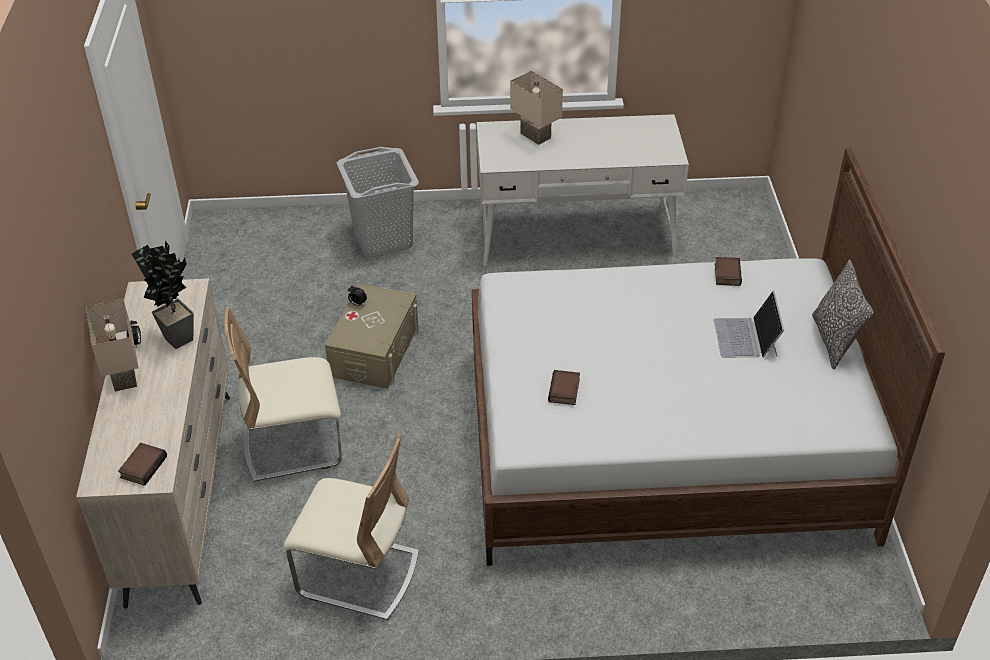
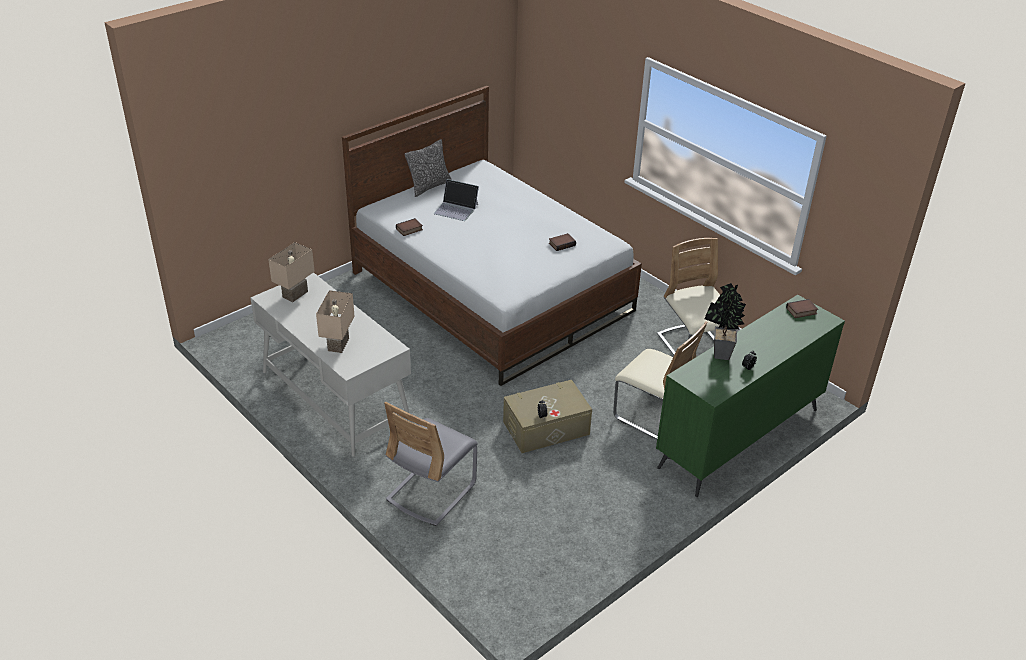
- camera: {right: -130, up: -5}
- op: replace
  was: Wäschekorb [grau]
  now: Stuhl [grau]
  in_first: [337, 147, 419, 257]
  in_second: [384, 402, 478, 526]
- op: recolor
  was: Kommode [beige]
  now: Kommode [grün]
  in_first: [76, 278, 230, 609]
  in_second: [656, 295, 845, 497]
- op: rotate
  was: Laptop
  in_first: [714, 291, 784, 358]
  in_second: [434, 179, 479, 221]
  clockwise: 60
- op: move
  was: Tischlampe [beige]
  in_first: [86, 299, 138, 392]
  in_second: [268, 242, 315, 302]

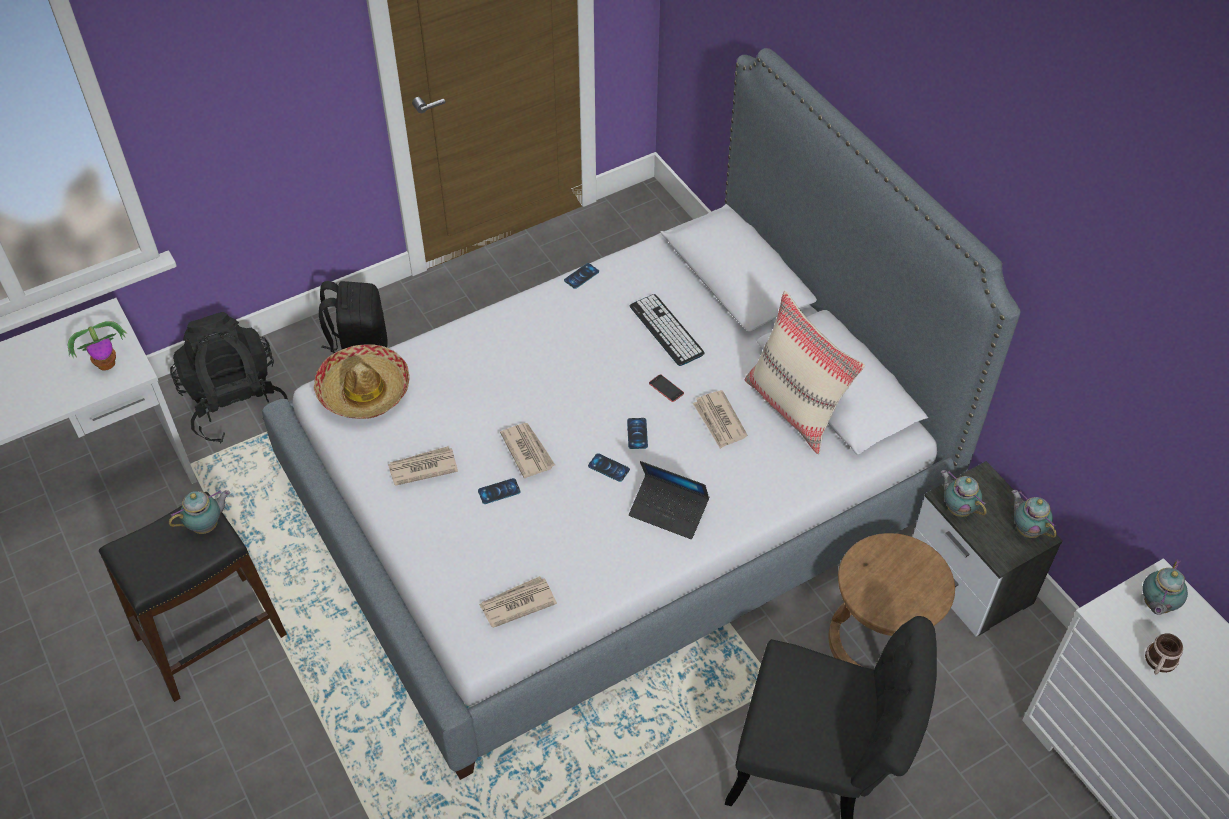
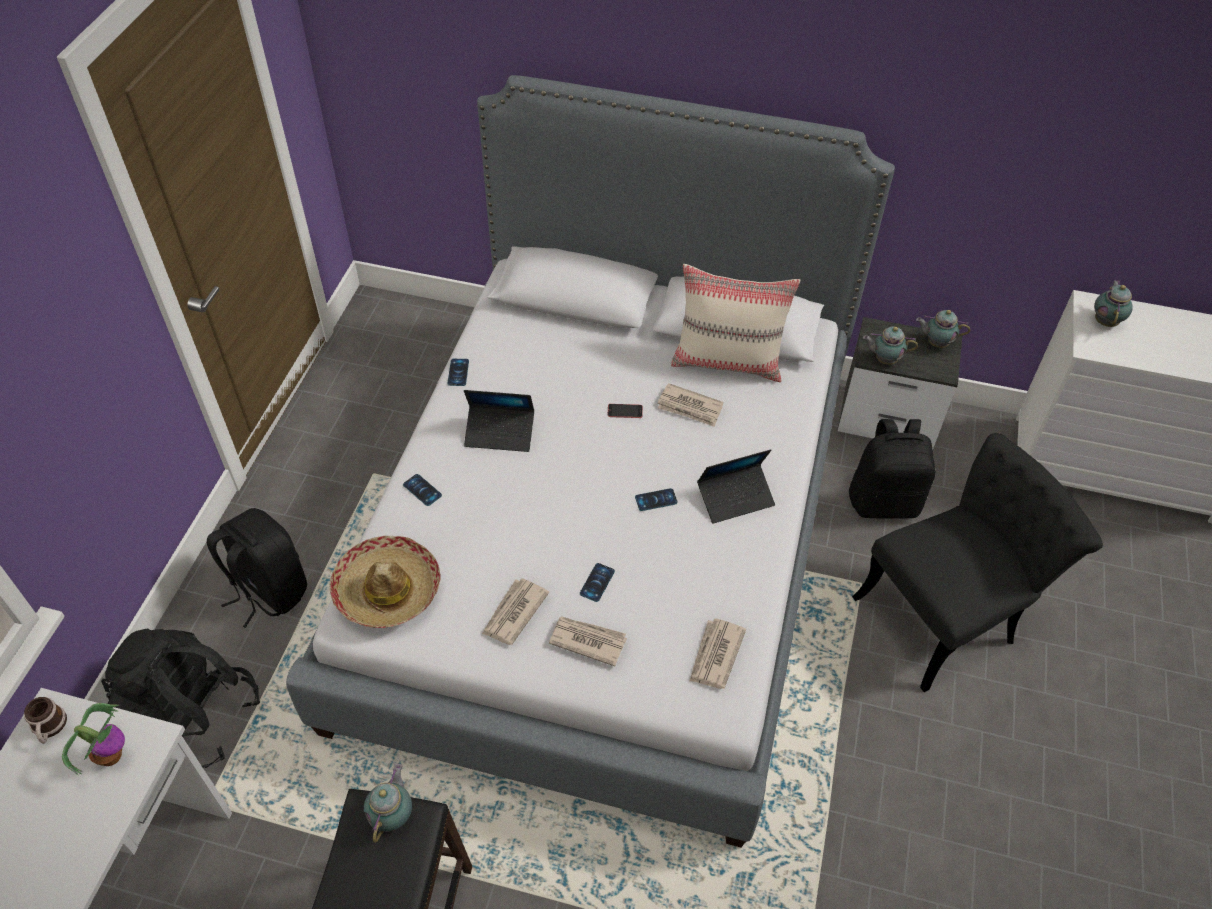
- camera: {right: -45, up: 0}
- op: delete
  was: Tastatur
  in_first: [630, 294, 705, 366]
- op: move
  was: Handy
  in_first: [627, 418, 648, 449]
  in_second: [403, 474, 442, 506]
- op: move
  was: Zeitung
  in_first: [500, 423, 555, 478]
  in_second: [549, 617, 627, 666]
- op: replace
  was: Hocker [braun]
  now: Rucksack [schwarz]
  in_first: [828, 533, 955, 667]
  in_second: [849, 419, 936, 519]
- op: rotate
  was: Teekanne
  in_first: [1143, 560, 1188, 615]
  in_second: [1094, 280, 1133, 327]
  clockwise: -150
- op: move
  was: Henkelbecher
  in_first: [1145, 633, 1183, 674]
  in_second: [24, 697, 67, 744]
- op: insert
  now: Laptop
  in_second: [464, 390, 534, 452]

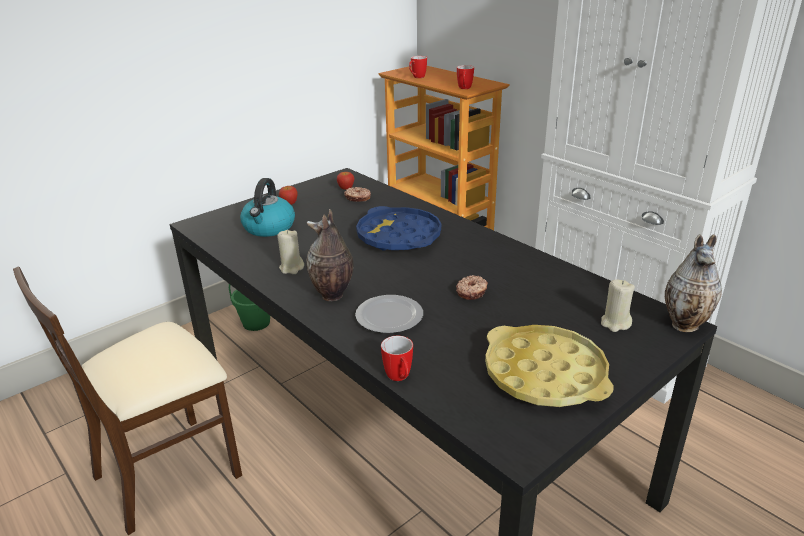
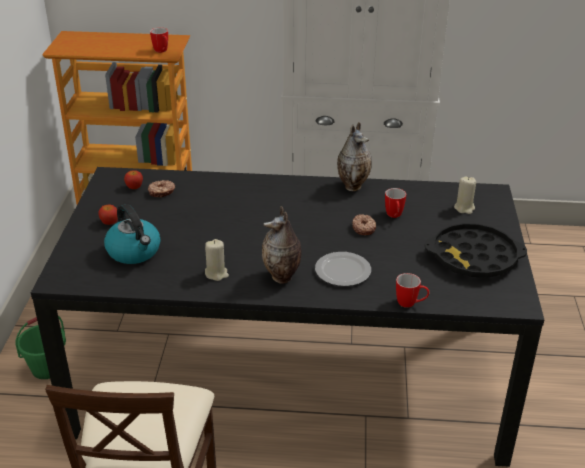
- camera: {right: -45, up: 5}
- op: move
  was: Henkelbecher
  in_first: [409, 56, 427, 78]
  in_second: [385, 188, 406, 218]
- op: delete
  was: Tablett [blau]
  in_first: [356, 206, 441, 251]
- op: move
  was: Vase
  in_first: [665, 234, 722, 332]
  in_second: [337, 122, 372, 191]
- op: recolor
  was: Tablett [gelb]
  now: Tablett [schwarz]
  in_first: [485, 325, 614, 407]
  in_second: [425, 223, 527, 278]

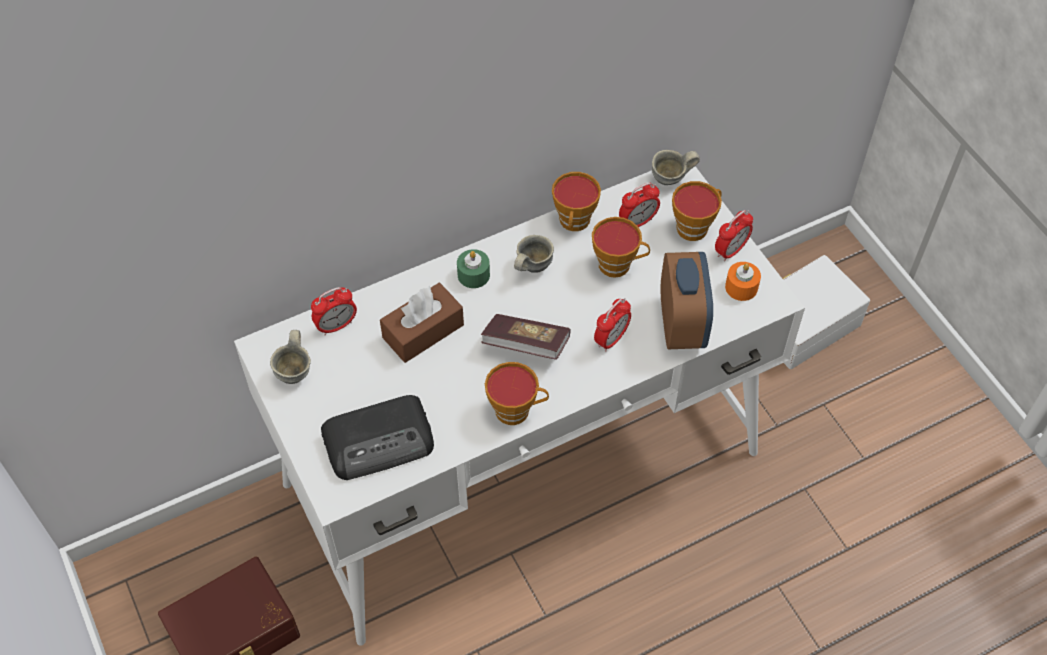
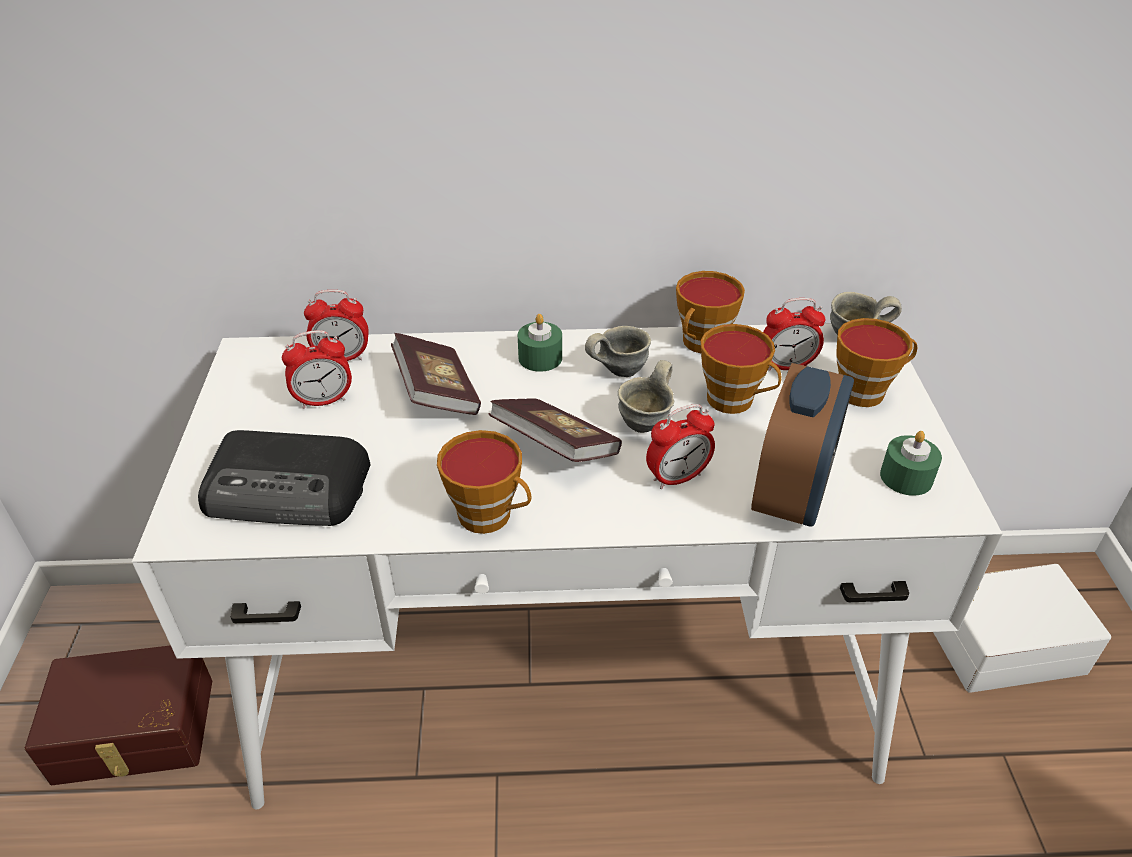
- camera: {right: 25, up: -15}
- op: move
  was: Wecker
  in_first: [715, 210, 753, 262]
  in_second: [282, 330, 352, 409]
- op: recolor
  was: Kerze [orange]
  now: Kerze [grün]
  in_first: [725, 262, 761, 301]
  in_second: [880, 431, 942, 496]
- op: replace
  was: Taschentuchbox [braun]
  now: Buch
  in_first: [380, 283, 464, 363]
  in_second: [391, 333, 481, 415]
- op: move
  was: Henkelbecher [grau]
  in_first: [270, 330, 311, 384]
  in_second: [618, 360, 674, 433]

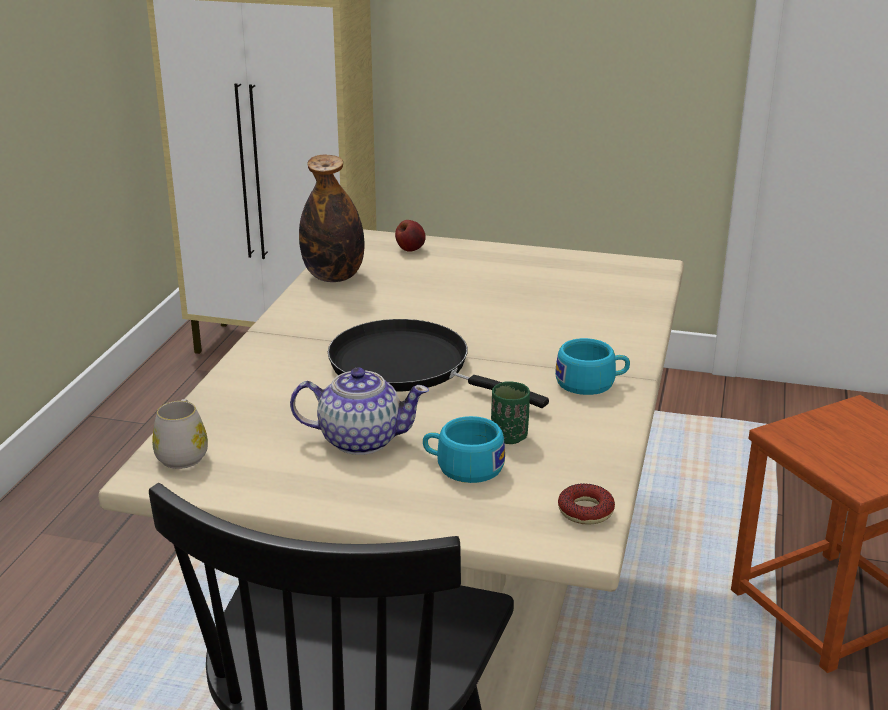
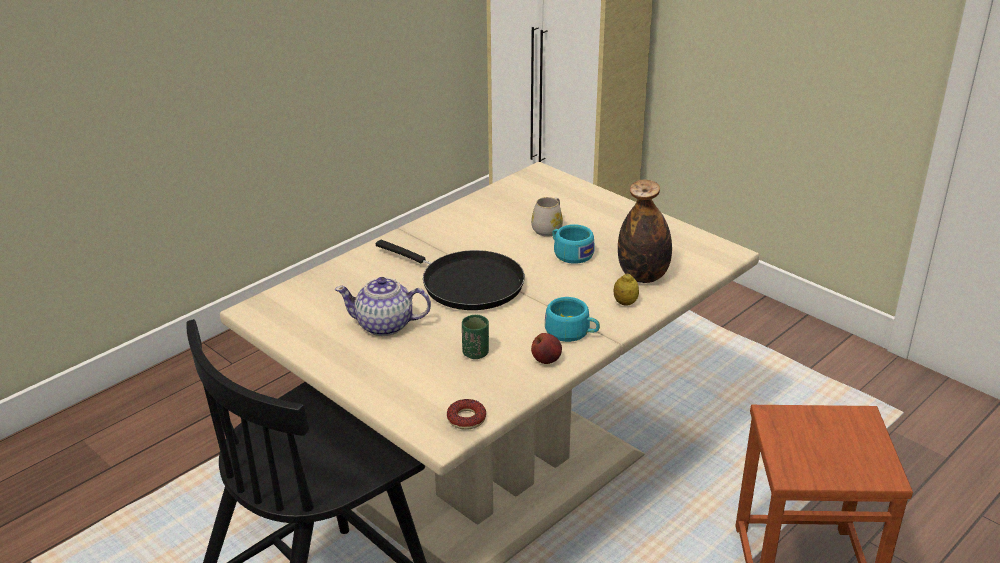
- camera: {right: 30, up: 5}
- op: move
  was: Flasche
  in_first: [299, 155, 364, 282]
  in_second: [618, 180, 672, 283]
- op: move
  was: Apfel
  in_first: [395, 220, 426, 252]
  in_second: [531, 333, 562, 364]
- op: rotate
  was: Pfanne [schwarz]
  in_first: [328, 319, 549, 408]
  in_second: [376, 240, 525, 310]
  clockwise: 150
- op: rotate
  was: Teekanne
  in_first: [290, 368, 429, 455]
  in_second: [335, 277, 431, 336]
  clockwise: 150
- op: move
  was: Henkelbecher [weiß]
  in_first: [152, 399, 208, 469]
  in_second: [531, 197, 563, 237]
- op: move
  was: Tasse [türkis]
  in_first: [423, 416, 505, 483]
  in_second: [552, 224, 595, 264]
- op: insert
  now: Zitrone
  in_second: [614, 274, 639, 306]

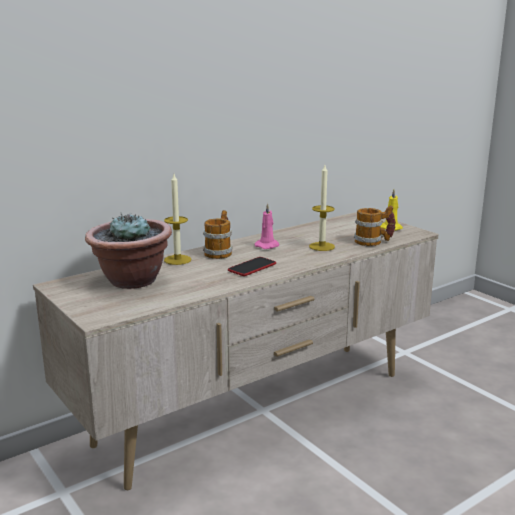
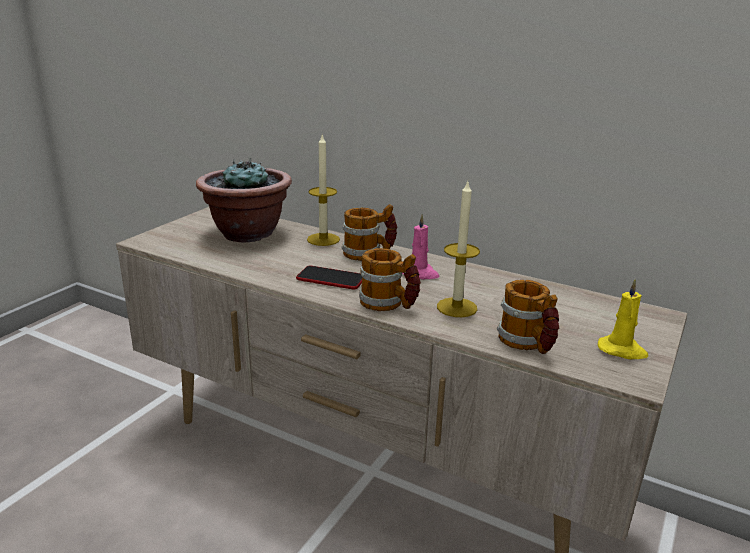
- camera: {right: 65, up: 5}
- op: insert
  now: Henkelbecher
  in_second: [359, 248, 421, 311]

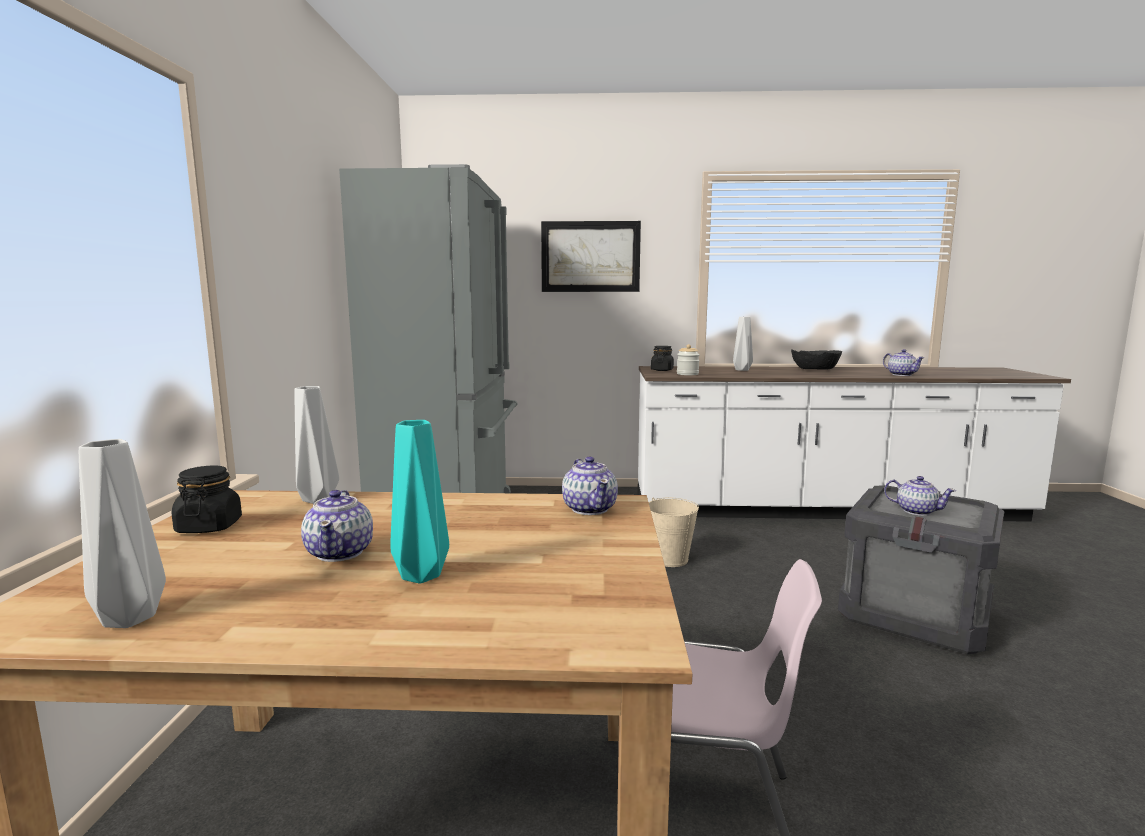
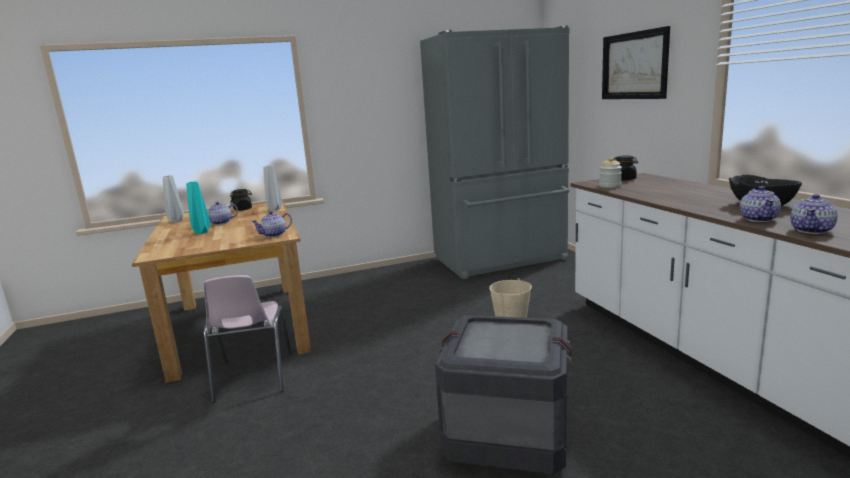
- camera: {right: 70, up: 5}
- op: delete
  was: Vase [grau]
  in_first: [733, 317, 753, 371]
- op: move
  was: Teekanne
  in_first: [884, 476, 956, 516]
  in_second: [740, 186, 781, 222]

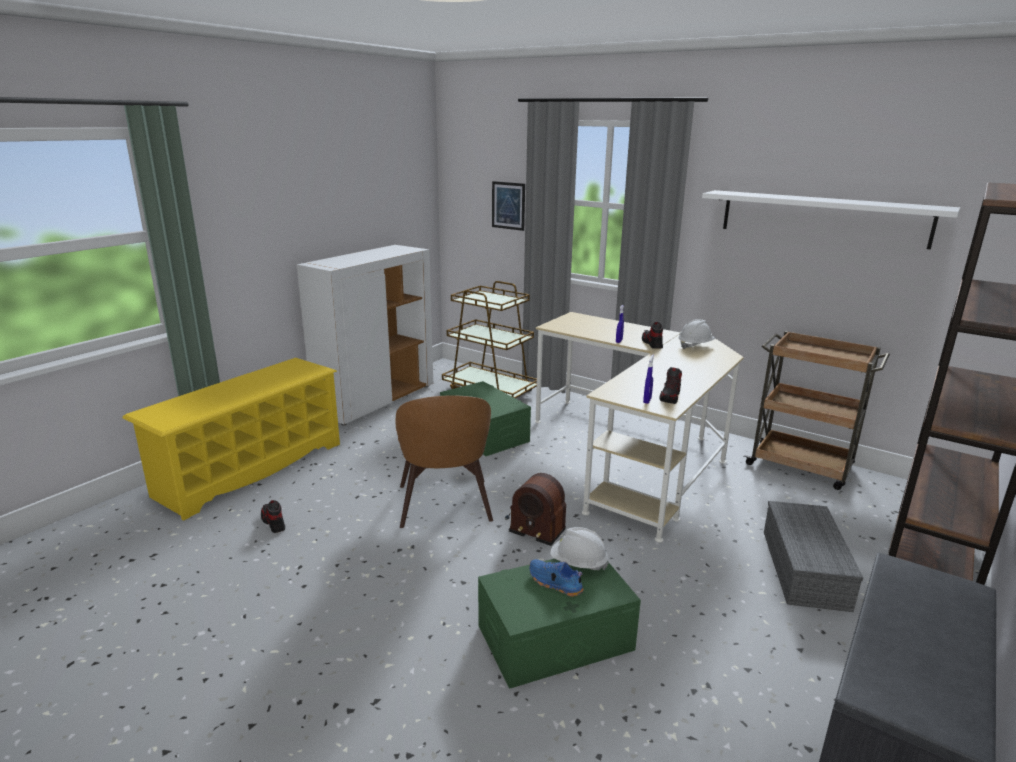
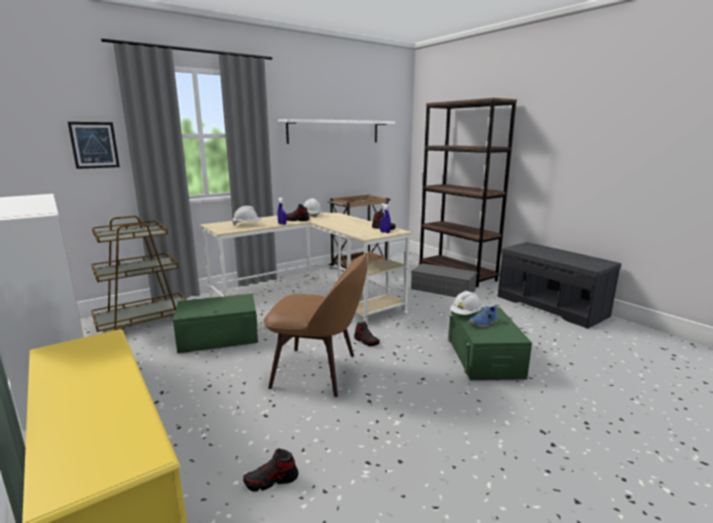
- camera: {right: -70, up: -5}
- op: replace
  was: Radio
  now: Schuh
  in_first: [505, 473, 566, 546]
  in_second: [354, 321, 380, 346]
- op: insert
  now: Schutzhelm [weiß]
  in_second: [233, 206, 262, 225]

